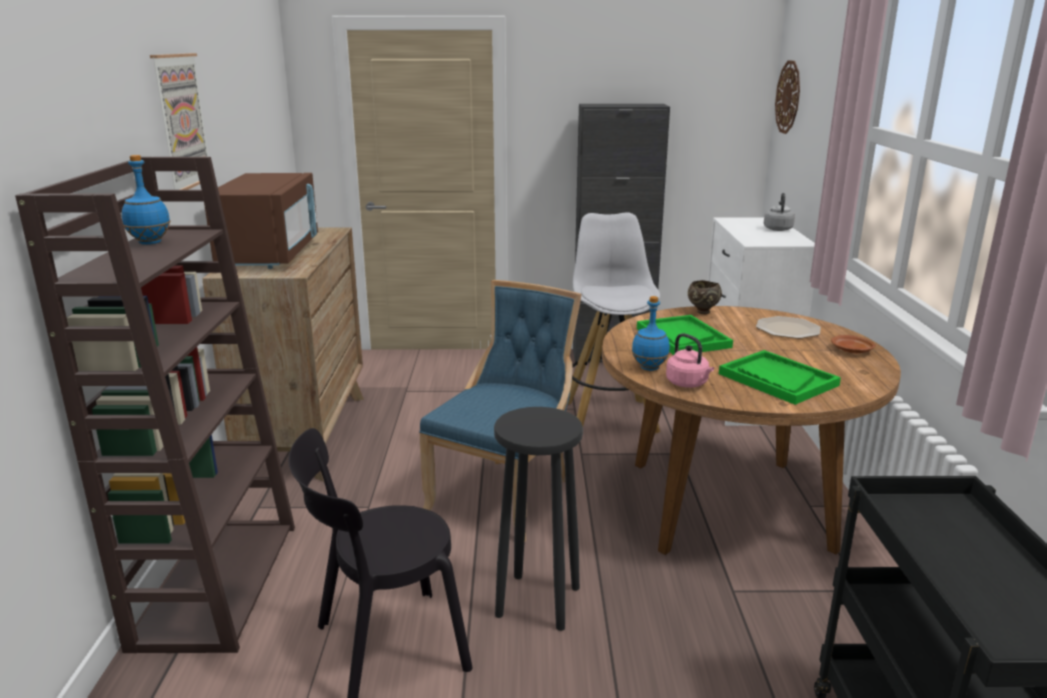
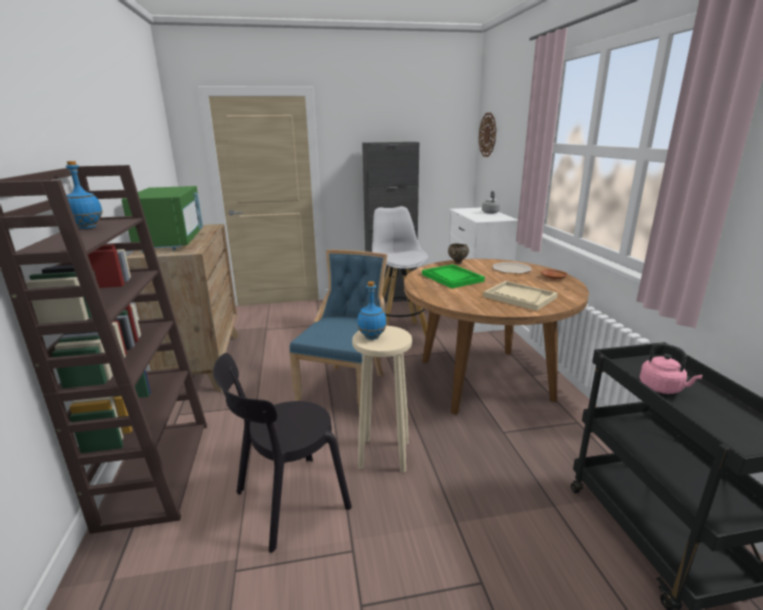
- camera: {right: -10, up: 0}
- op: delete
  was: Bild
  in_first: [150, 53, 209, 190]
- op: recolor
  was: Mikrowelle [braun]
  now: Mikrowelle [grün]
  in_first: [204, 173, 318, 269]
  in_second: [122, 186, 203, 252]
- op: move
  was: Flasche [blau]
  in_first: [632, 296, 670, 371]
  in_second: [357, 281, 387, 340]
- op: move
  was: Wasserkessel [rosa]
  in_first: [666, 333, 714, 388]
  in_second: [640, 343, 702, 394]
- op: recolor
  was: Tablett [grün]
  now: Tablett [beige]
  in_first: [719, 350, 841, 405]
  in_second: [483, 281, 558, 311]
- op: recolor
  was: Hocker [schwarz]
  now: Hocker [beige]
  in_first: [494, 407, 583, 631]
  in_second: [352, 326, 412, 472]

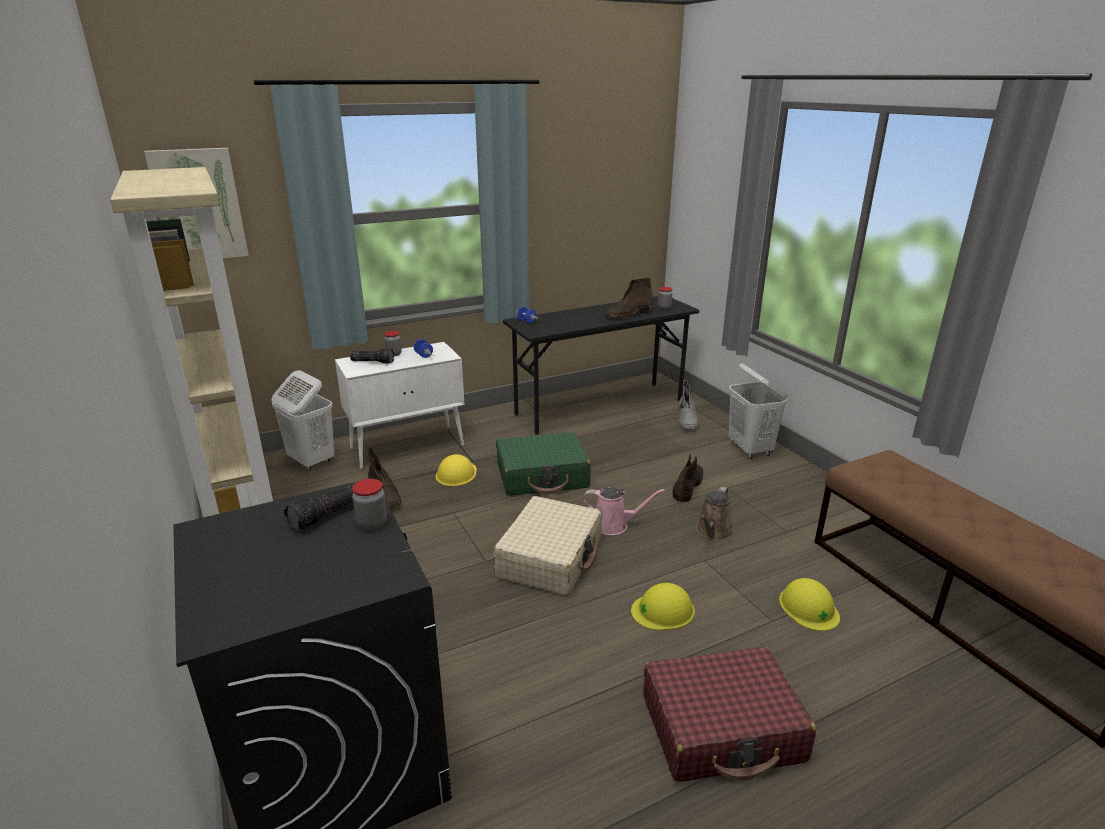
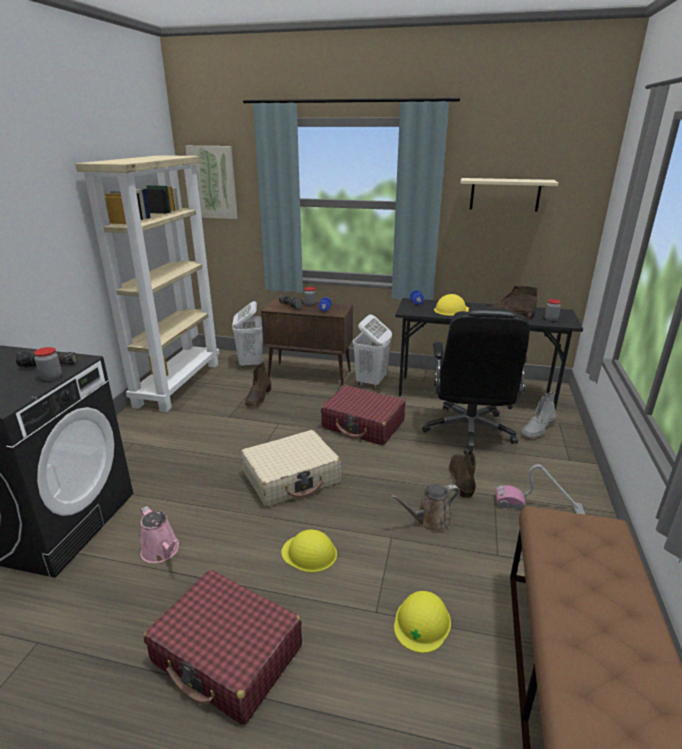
- camera: {right: 40, up: 0}
- op: recolor
  was: Schrank [weiß]
  now: Schrank [braun]
  in_first: [335, 342, 465, 469]
  in_second: [261, 299, 353, 386]
- op: move
  was: Wäschekorb [weiß]
  in_first: [729, 363, 788, 459]
  in_second: [353, 315, 392, 389]
- op: recolor
  was: Koffer [grün]
  now: Koffer [rot]
  in_first: [496, 432, 591, 496]
  in_second: [321, 385, 405, 445]
- op: move
  was: Schutzhelm [gelb]
  in_first: [436, 454, 477, 486]
  in_second: [434, 294, 469, 316]
- op: rotate
  was: Stiefel [braun]
  in_first: [673, 454, 703, 502]
  in_second: [449, 451, 476, 498]
  clockwise: -60
- op: move
  was: Gießkanne [rosa]
  in_first: [583, 487, 665, 535]
  in_second: [140, 506, 179, 563]
- op: insert
  now: Wandregal [beige]
  in_second: [460, 178, 558, 212]
- op: insert
  now: Bürostuhl [schwarz]
  in_second: [422, 308, 530, 456]
- op: insert
  now: Staubsauger
  in_second: [495, 465, 585, 514]

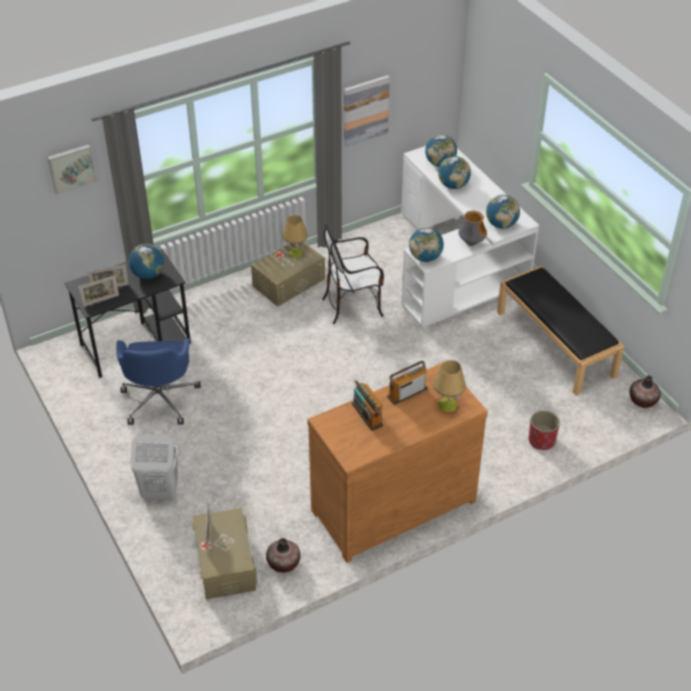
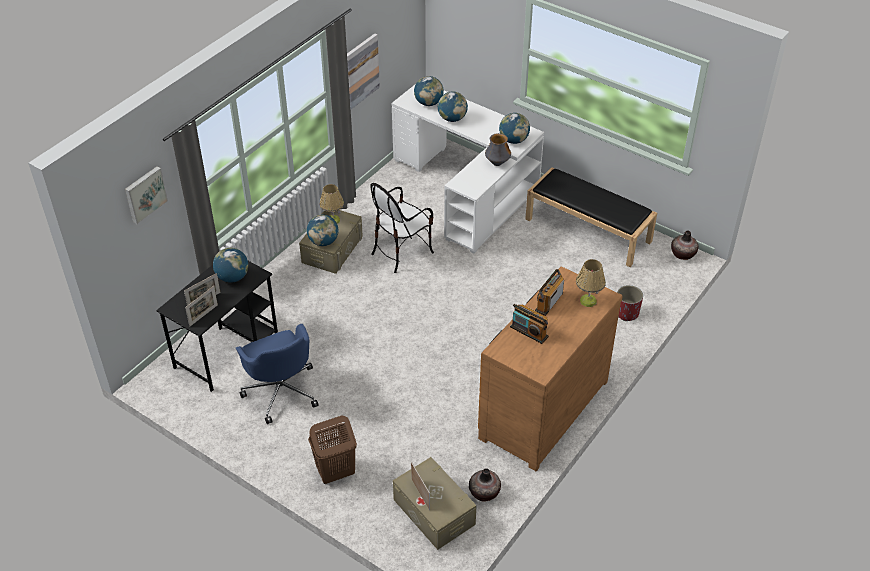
- camera: {right: -25, up: 0}
- op: move
  was: Globus
  in_first: [409, 227, 444, 262]
  in_second: [307, 215, 339, 246]
- op: recolor
  was: Wäschekorb [weiß]
  now: Wäschekorb [braun]
  in_first: [131, 435, 178, 499]
  in_second: [308, 416, 357, 484]

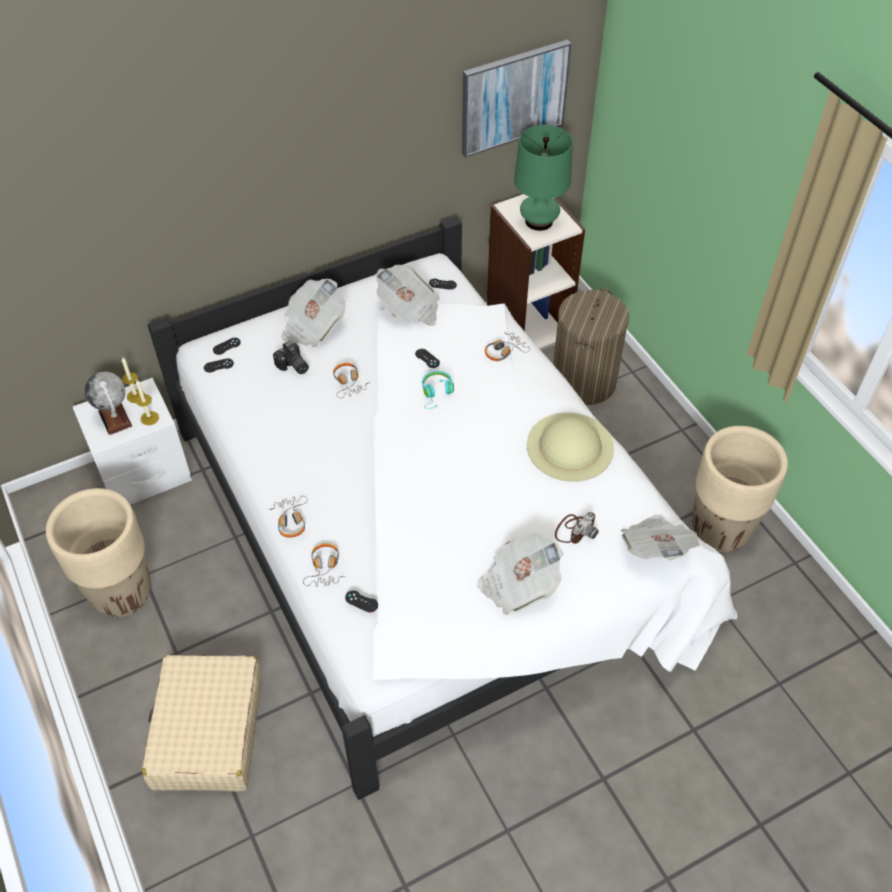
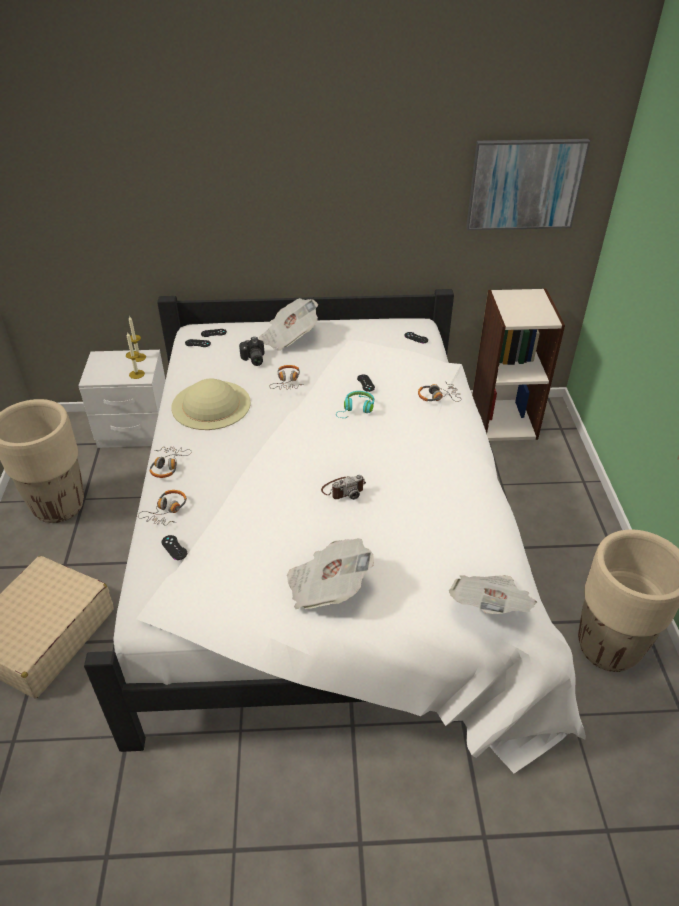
- camera: {right: 25, up: -10}
- op: delete
  was: Tischlampe [grün]
  in_first: [514, 125, 573, 231]
- op: delete
  was: Zeitung
  in_first: [376, 265, 440, 326]
- op: delete
  was: Wäschekorb
  in_first: [553, 289, 629, 405]
- op: delete
  was: Globus
  in_first: [85, 372, 132, 435]
- op: move
  was: Hut [beige]
  in_first: [527, 412, 614, 482]
  in_second: [171, 379, 251, 430]
- op: move
  was: Kamera
  in_first: [555, 512, 599, 544]
  in_second: [321, 475, 366, 500]

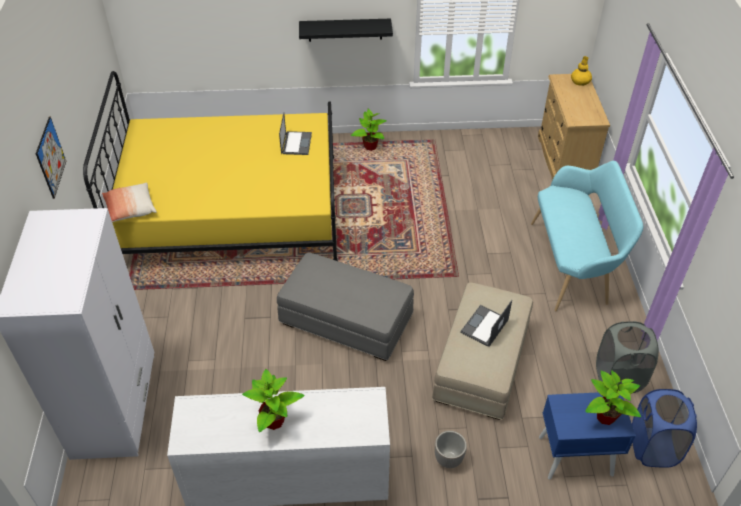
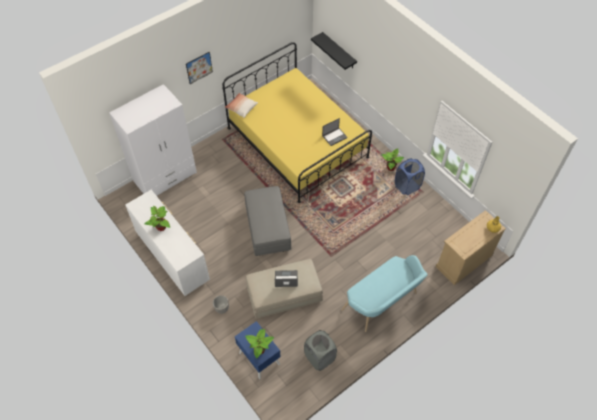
- camera: {right: 55, up: 10}
- op: move
  was: Wandregal [schwarz]
  in_first: [299, 19, 393, 42]
  in_second: [311, 32, 357, 70]
- op: move
  was: Wäschekorb [blau]
  in_first: [632, 389, 697, 467]
  in_second: [395, 158, 425, 195]

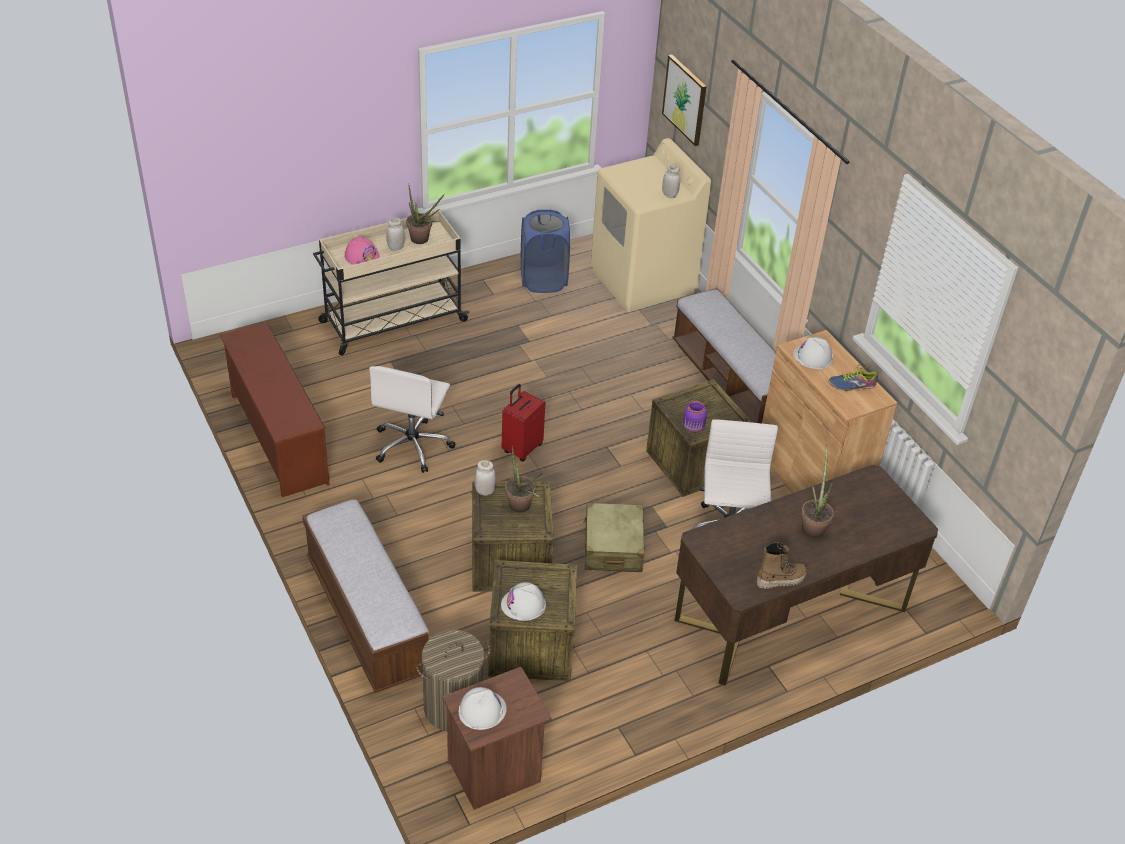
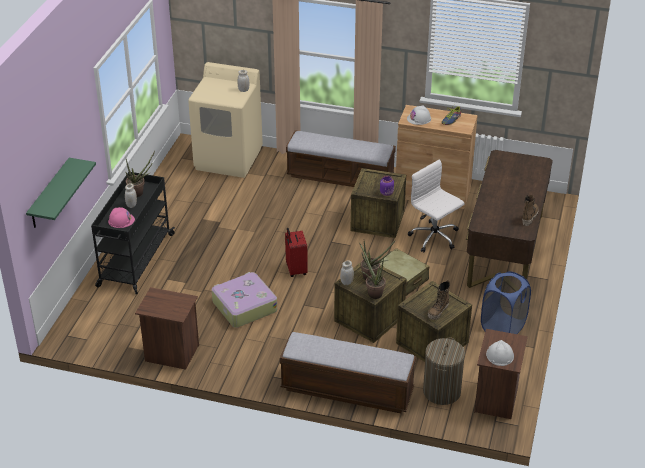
- camera: {right: -45, up: -5}
- op: delete
  was: Bild
  in_first: [662, 54, 707, 146]
- op: recolor
  was: Rollwagen [beige]
  now: Rollwagen [schwarz]
  in_first: [313, 210, 470, 356]
  in_second: [91, 172, 175, 294]
- op: move
  was: Wäschekorb [blau]
  in_first: [521, 210, 570, 293]
  in_second: [481, 271, 531, 334]
- op: replace
  was: Schuhregal [braun]
  now: Nachttisch [braun]
  in_first: [220, 322, 330, 497]
  in_second: [135, 287, 199, 370]
- op: replace
  was: Bürostuhl [weiß]
  now: Koffer
  in_first: [369, 366, 455, 473]
  in_second: [212, 272, 277, 328]
- op: move
  was: Topfpflanze
  in_first: [801, 444, 834, 538]
  in_second: [359, 243, 386, 299]
- op: replace
  was: Schutzhelm [weiß]
  now: Stiefel
  in_first: [501, 582, 546, 621]
  in_second: [428, 280, 450, 320]
- op: insert
  now: Wandregal [grün]
  in_second: [26, 158, 96, 228]

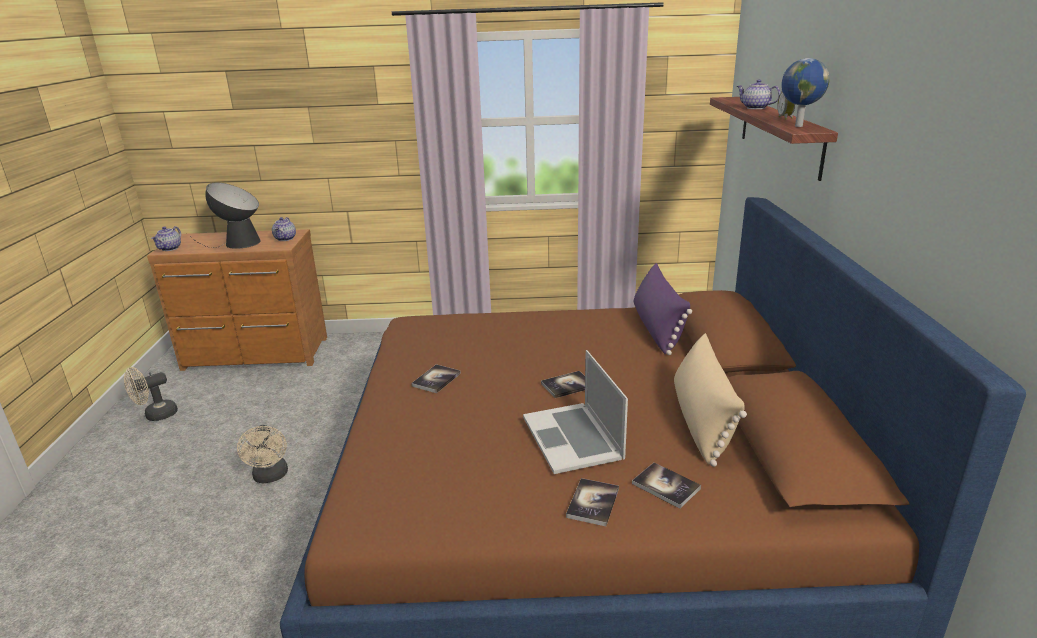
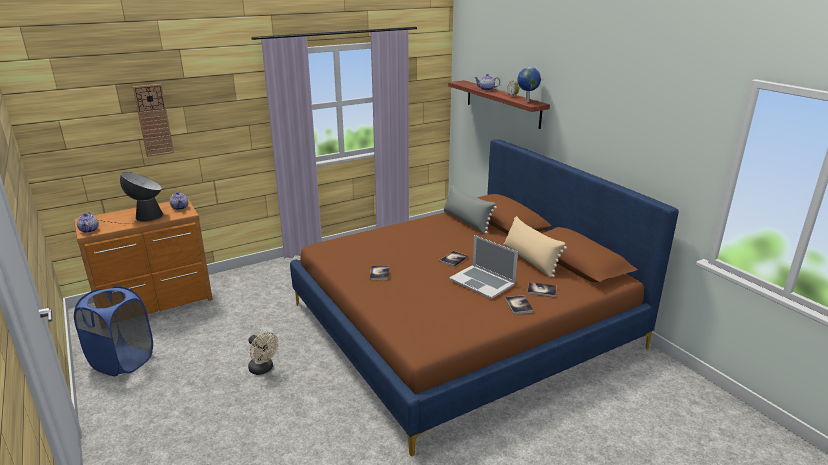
- camera: {right: -30, up: 0}
- op: recolor
  was: Kissen [lila]
  now: Kissen [grau]
  in_first: [634, 263, 692, 355]
  in_second: [443, 184, 497, 234]
- op: replace
  was: Ventilator [beige]
  now: Wäschekorb [blau]
  in_first: [124, 367, 178, 421]
  in_second: [74, 286, 153, 376]
- op: insert
  now: Wanduhr
  in_second: [133, 84, 174, 157]

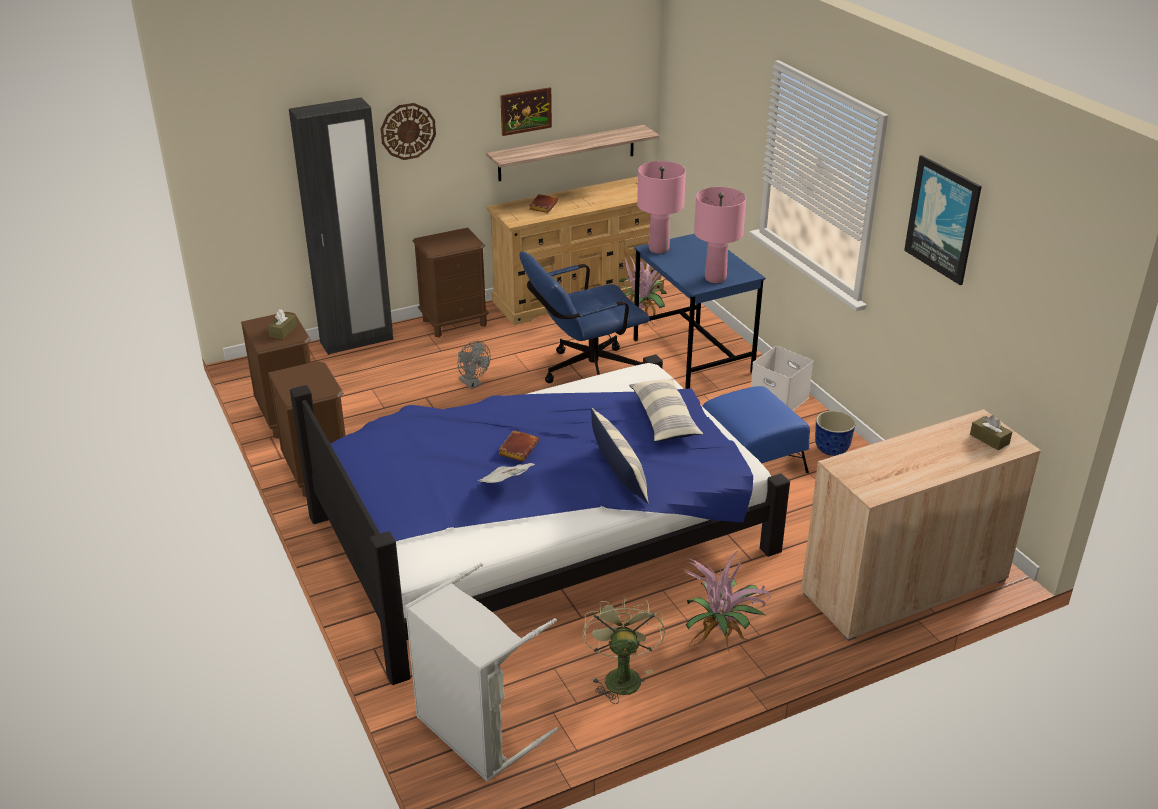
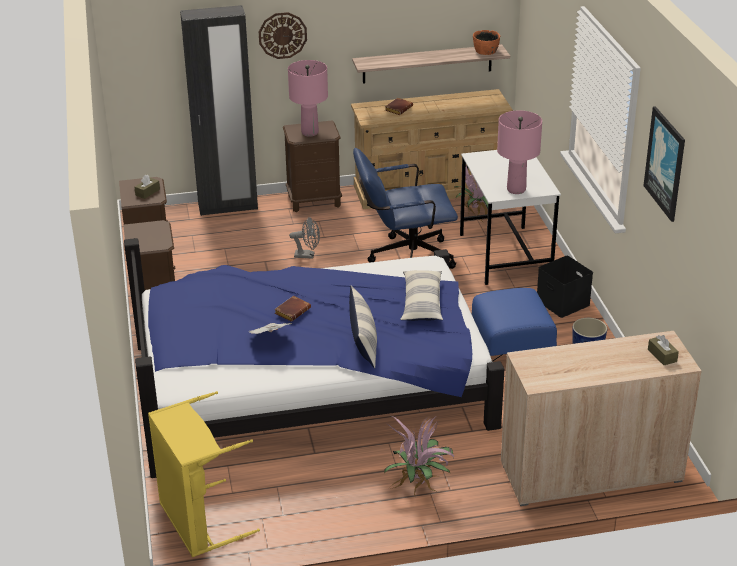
- camera: {right: 15, up: 0}
- op: delete
  was: Bild
  in_first: [500, 87, 552, 136]
- op: move
  was: Tischlampe [rosa]
  in_first: [637, 161, 686, 254]
  in_second: [288, 60, 328, 137]
- op: recolor
  was: Schreibtisch [blau]
  now: Schreibtisch [weiß]
  in_first: [633, 234, 766, 389]
  in_second: [460, 150, 561, 285]
- op: rotate
  was: Ventilator [grau]
  in_first: [458, 341, 490, 389]
  in_second: [289, 217, 320, 259]
  clockwise: -60
- op: recolor
  was: Aufbewahrungsbox [weiß]
  now: Aufbewahrungsbox [schwarz]
  in_first: [751, 346, 813, 411]
  in_second: [537, 256, 593, 318]
- op: recolor
  was: Wäschekorb [grau]
  now: Wäschekorb [gelb]
  in_first: [405, 563, 558, 782]
  in_second: [148, 391, 260, 557]
- op: delete
  was: Ventilator [grün]
  in_first: [583, 596, 665, 704]
- op: insert
  now: Schüssel [orange]
  in_second: [473, 30, 500, 55]

